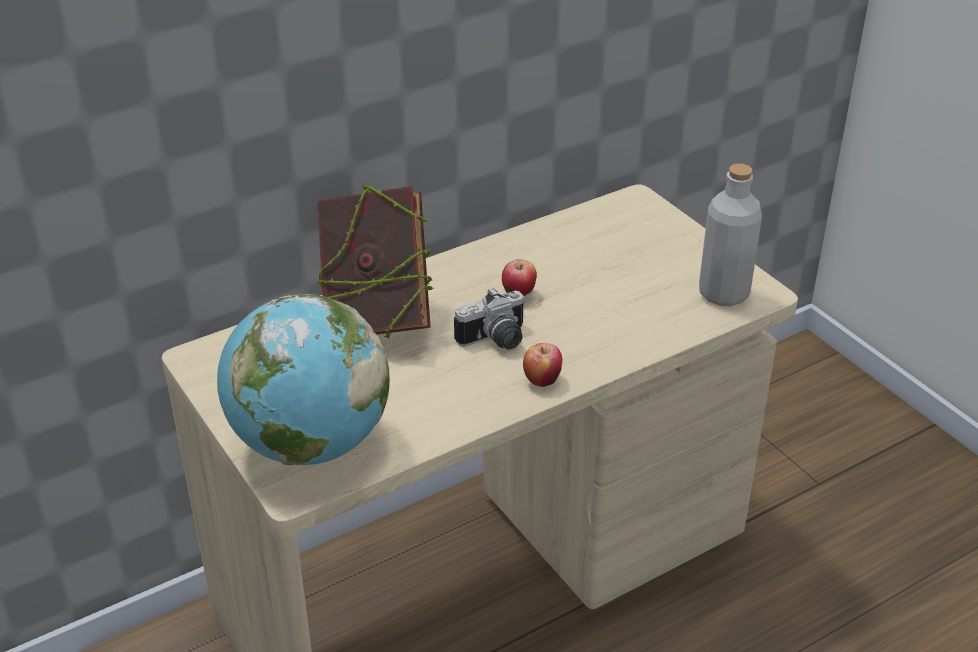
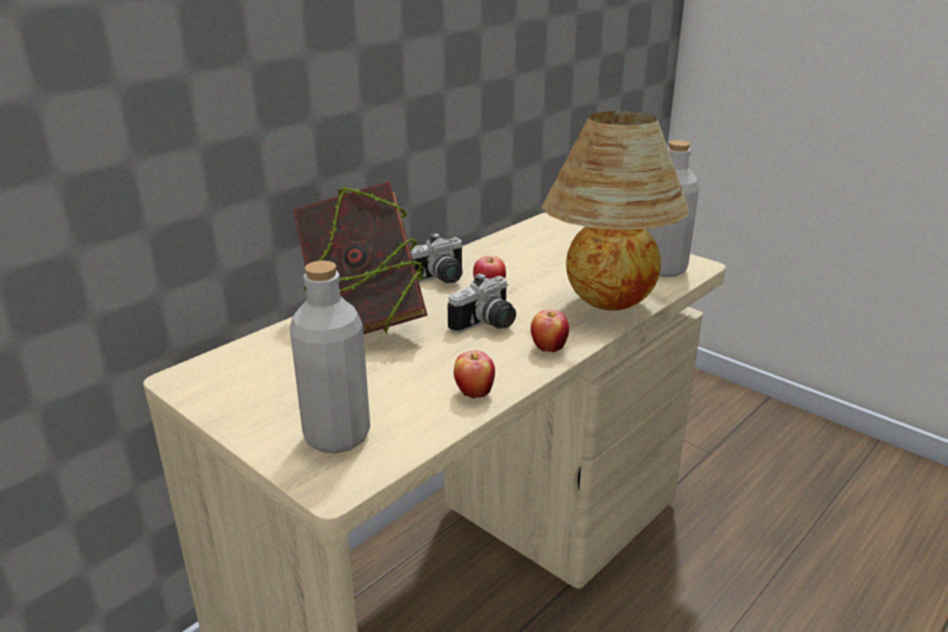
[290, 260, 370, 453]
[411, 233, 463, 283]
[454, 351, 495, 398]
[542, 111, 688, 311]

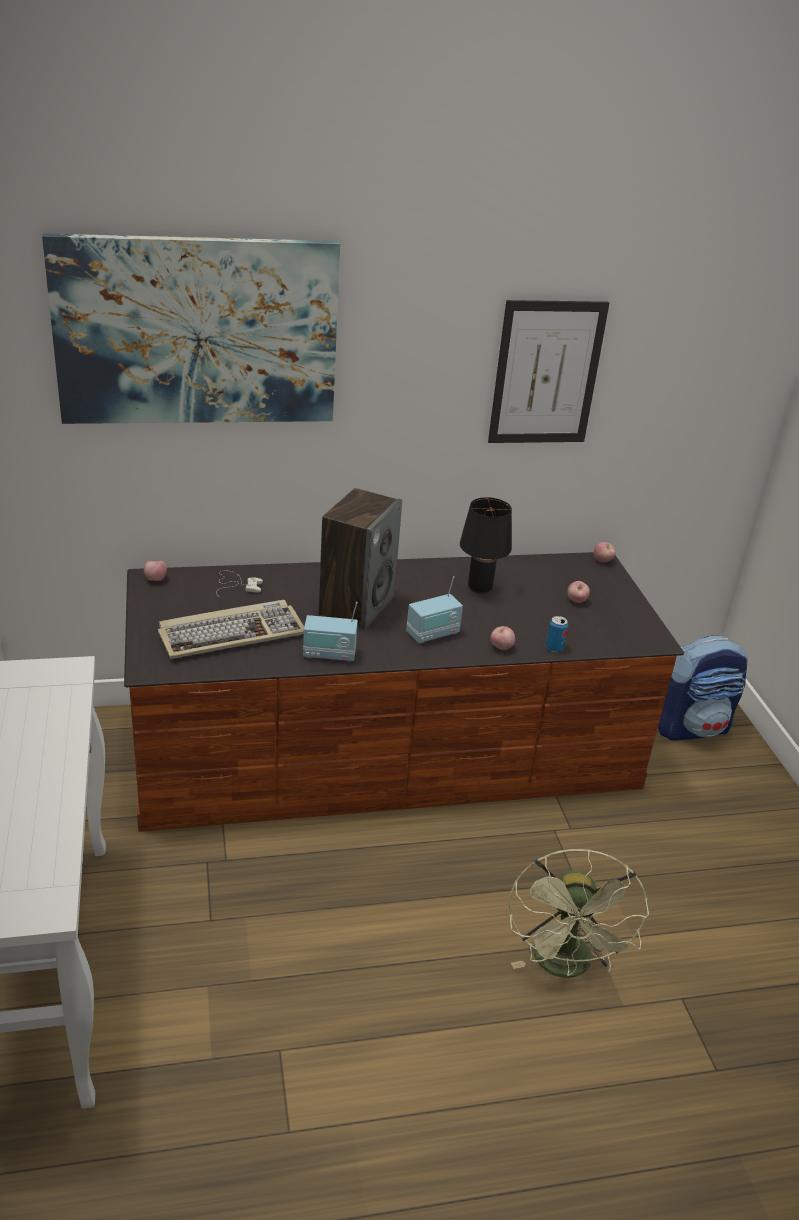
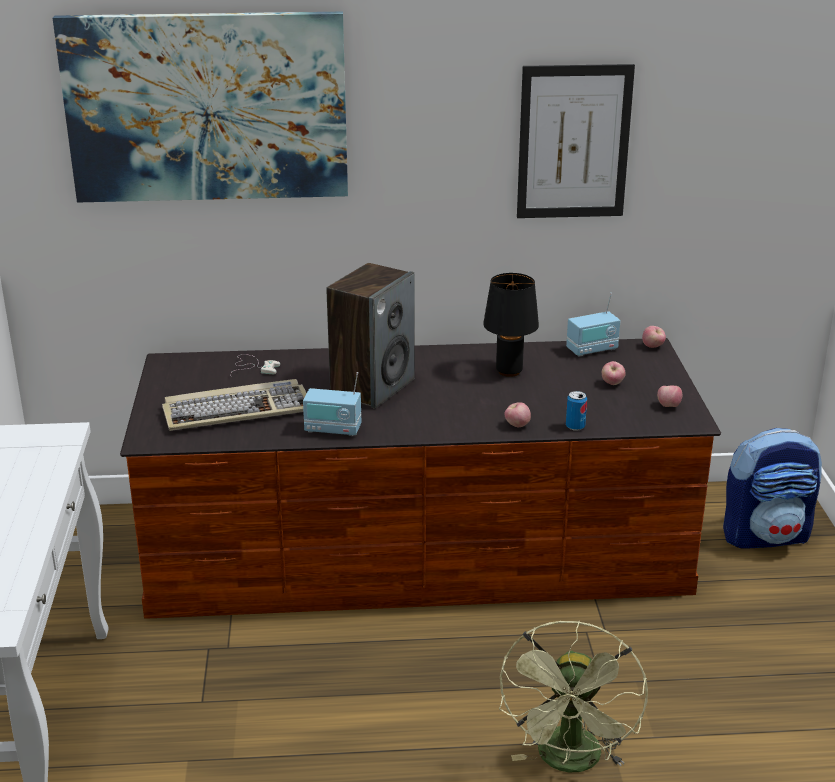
[657, 385, 682, 407]
[566, 293, 620, 357]

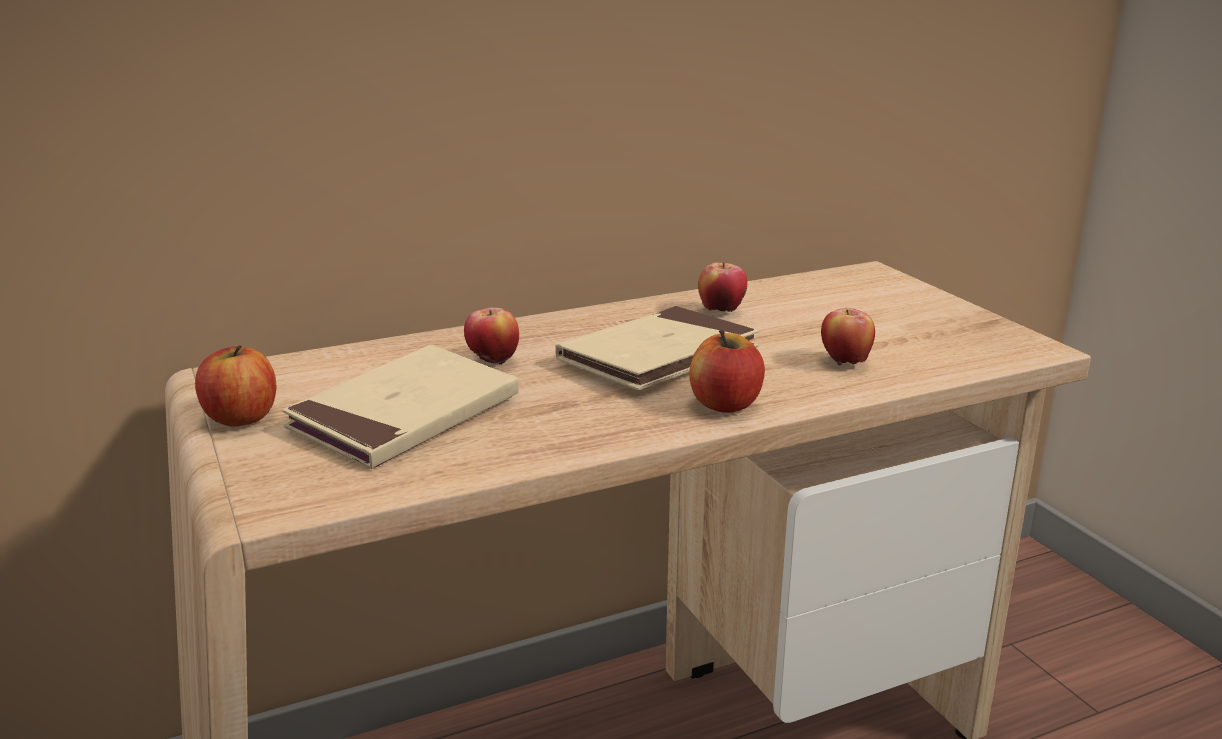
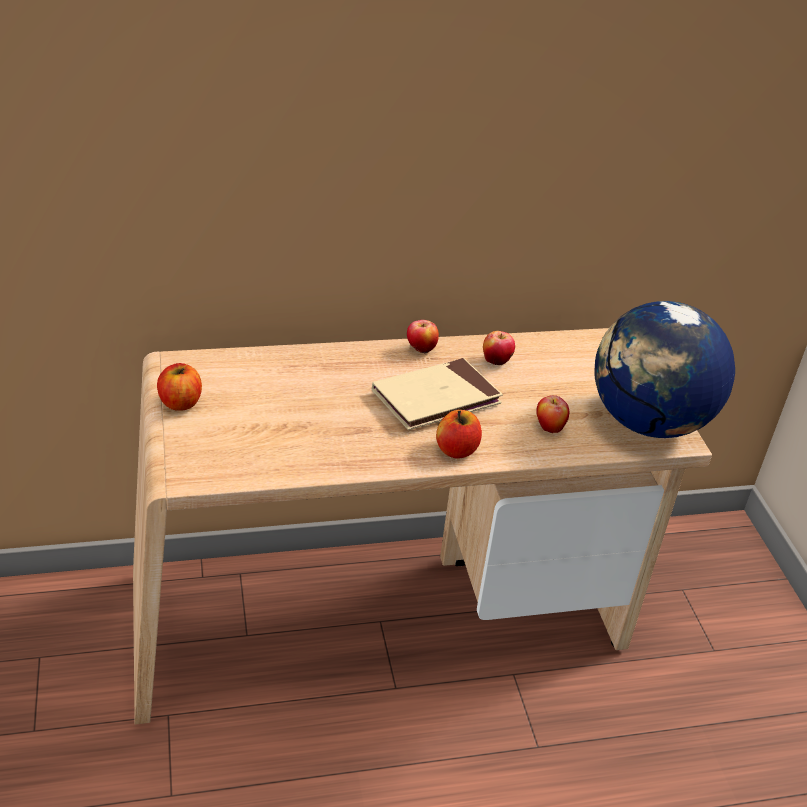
[282, 345, 519, 469] (first image)
[407, 320, 439, 354]
[594, 301, 735, 438]

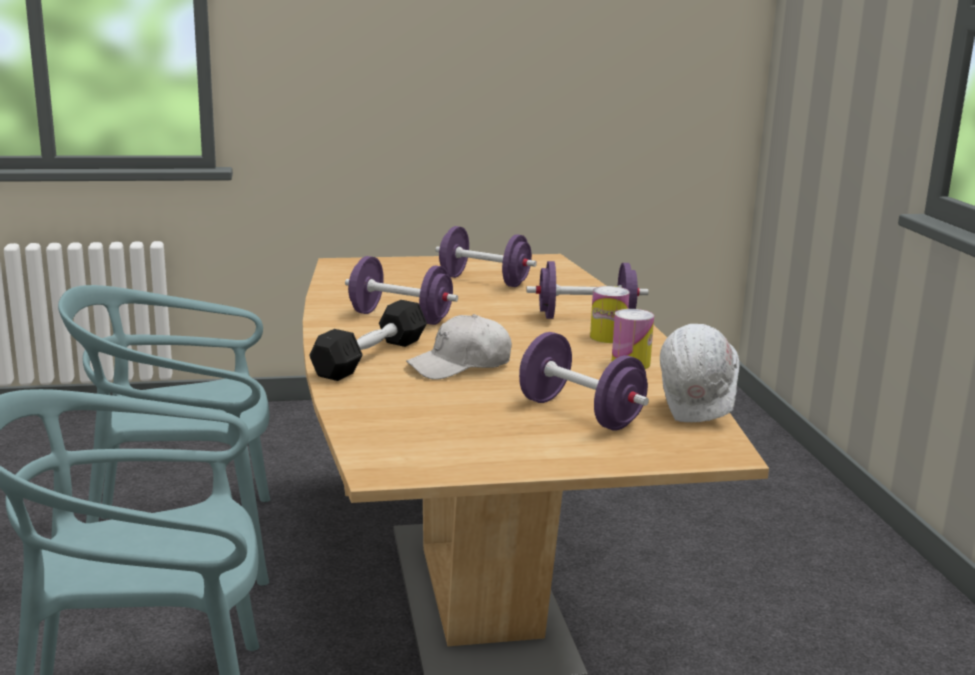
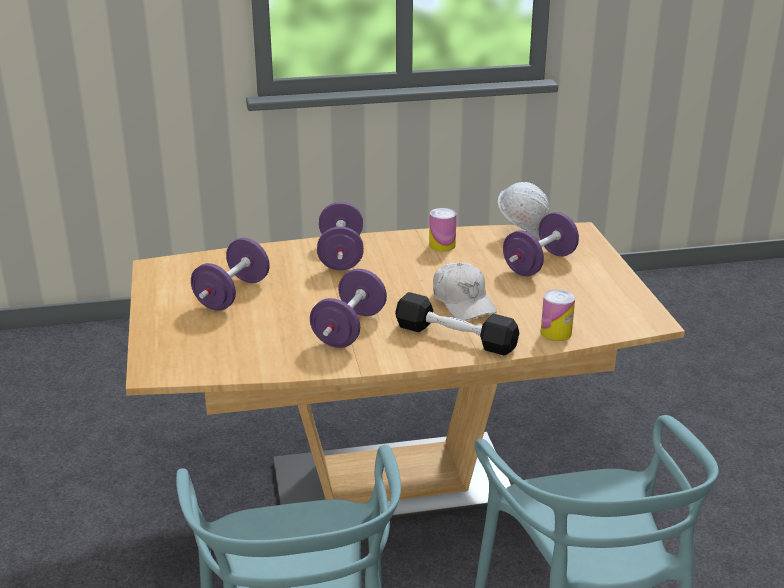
[541, 289, 575, 341]

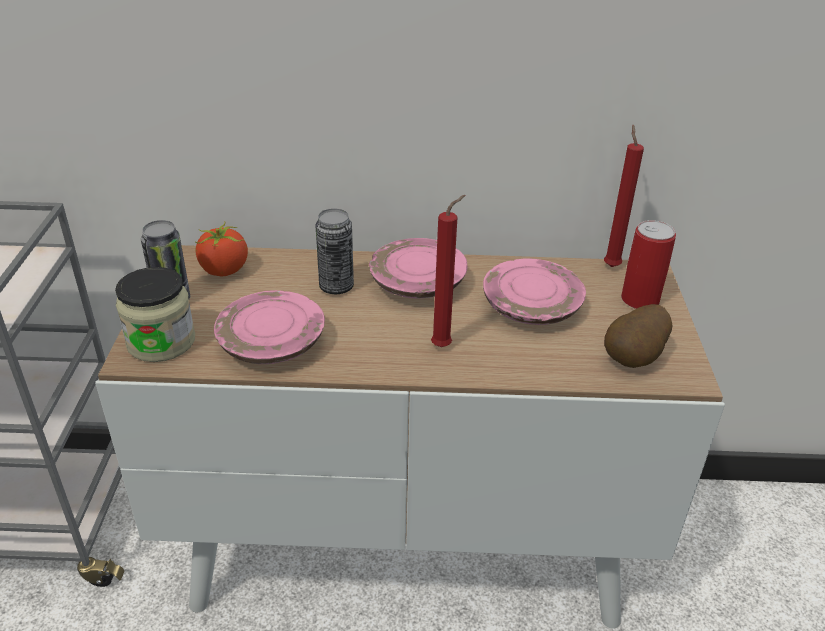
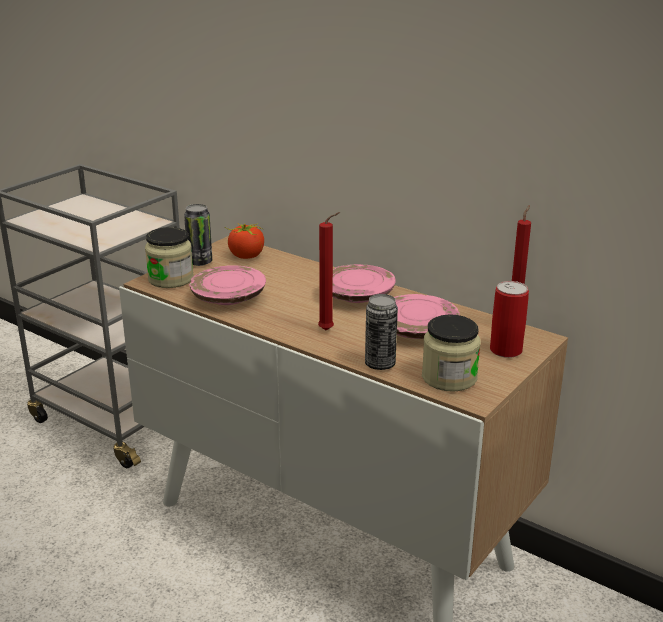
[365, 294, 398, 370]
[422, 314, 481, 392]

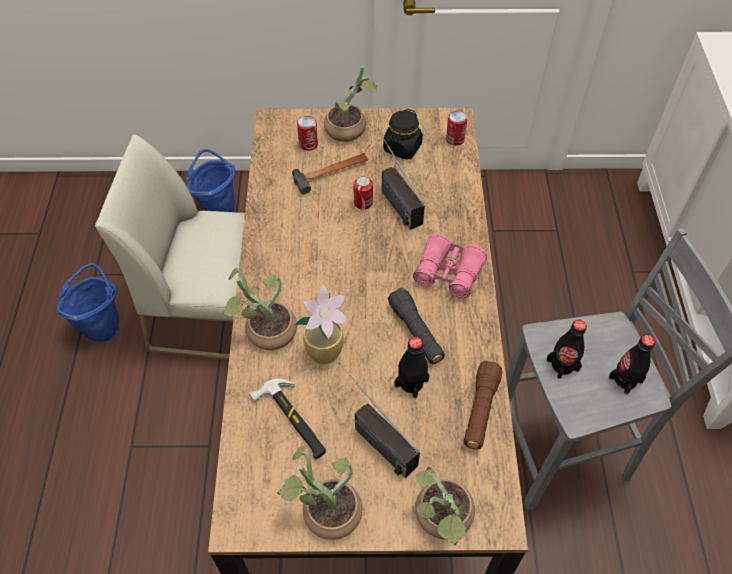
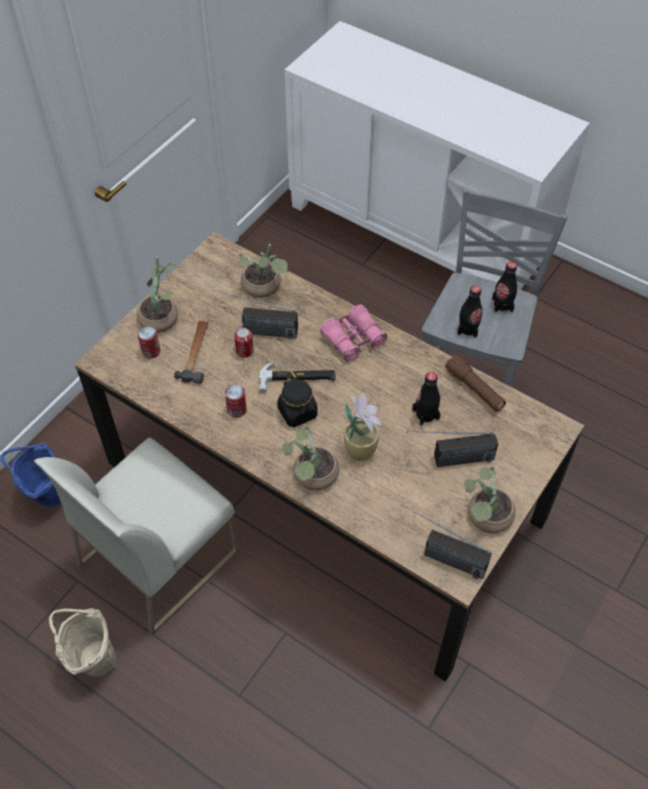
[49, 608, 116, 677]
[259, 362, 335, 393]
[277, 377, 318, 427]
[388, 288, 445, 364] (first image)
[238, 244, 288, 298]
[225, 384, 247, 418]
[401, 504, 492, 579]

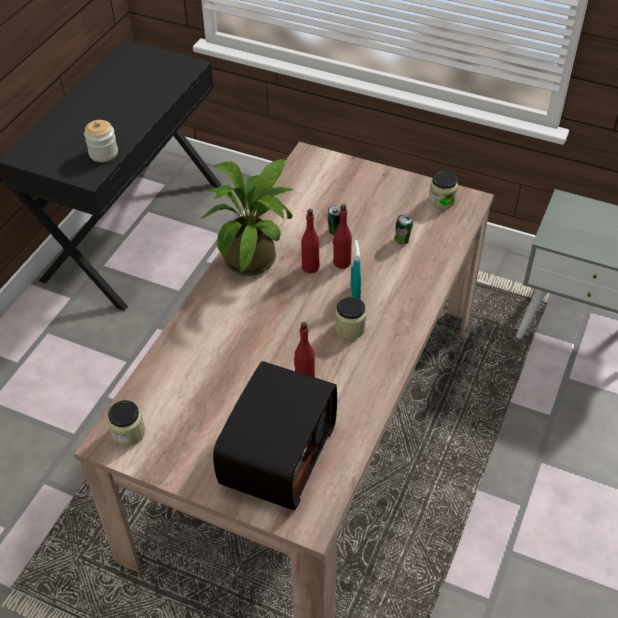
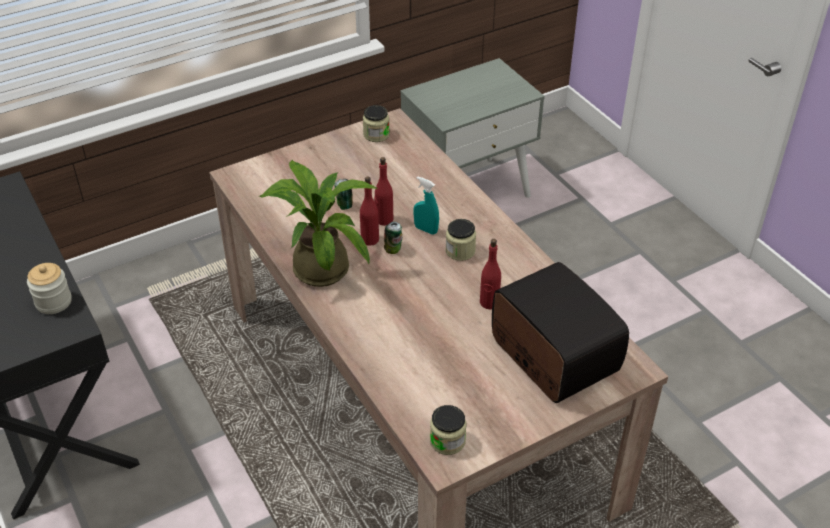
[384, 222, 402, 254]

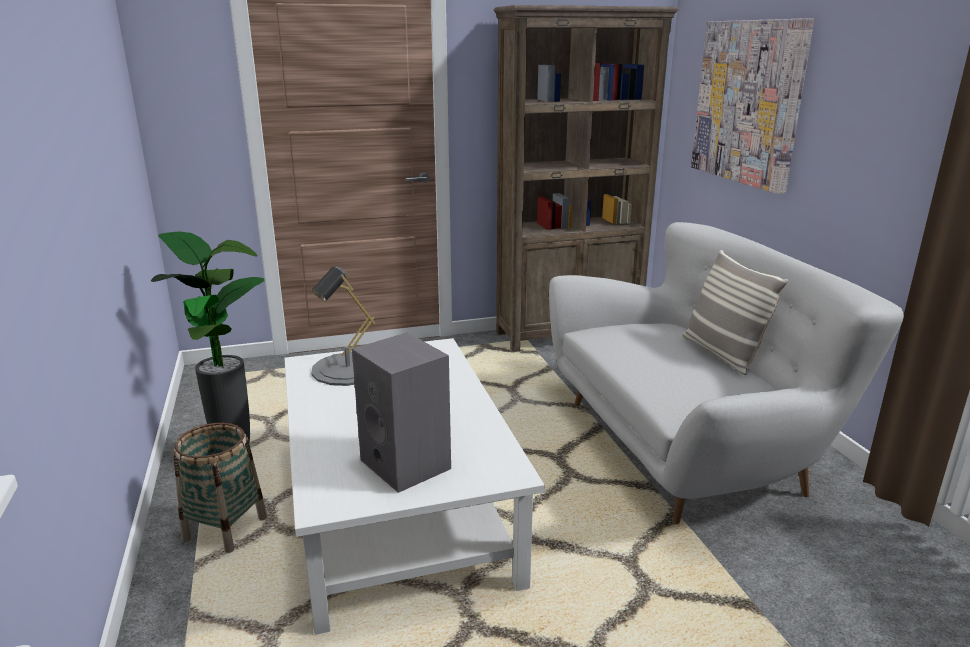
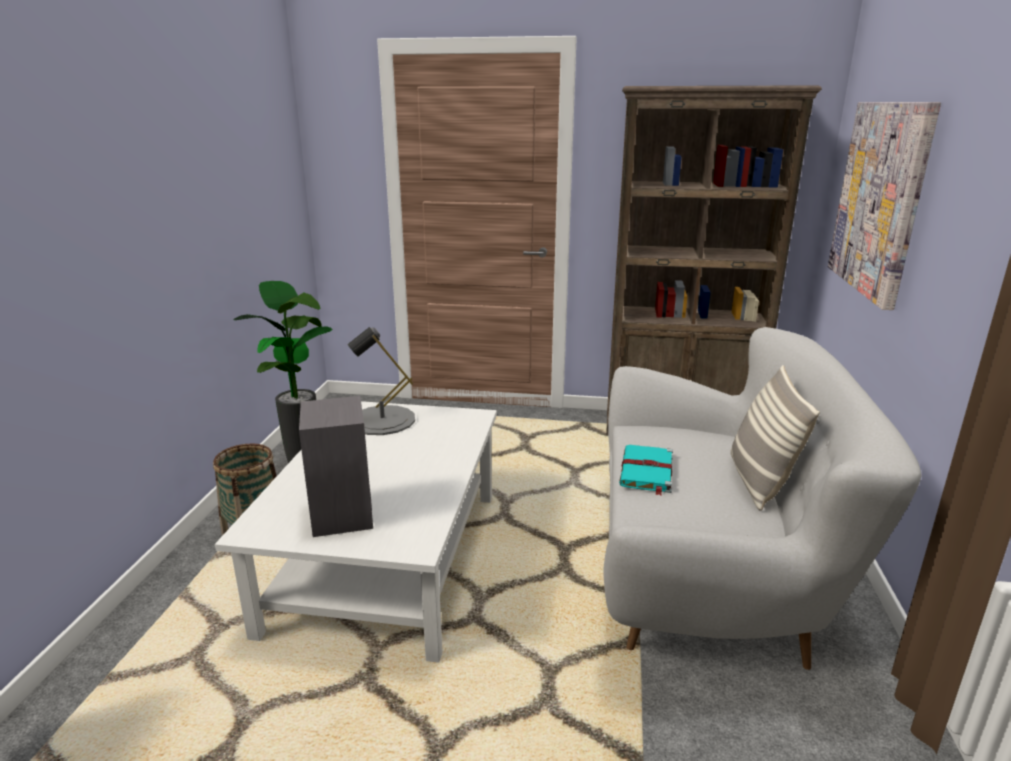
[619, 445, 673, 495]

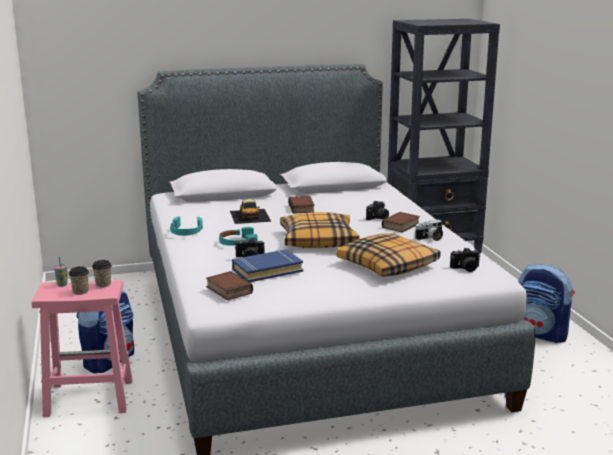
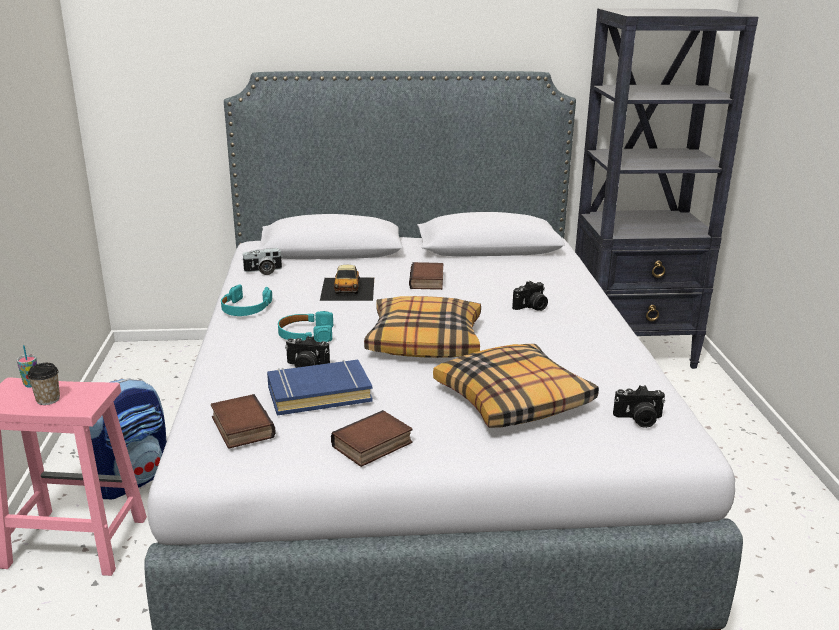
[92, 260, 112, 288] (first image)
[331, 410, 413, 467]
[243, 248, 283, 275]
[518, 264, 575, 343] (first image)

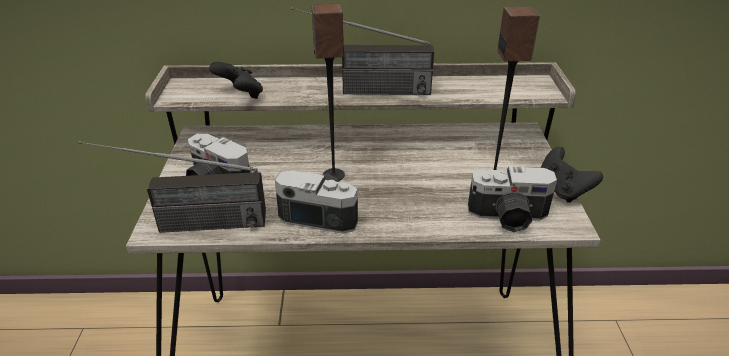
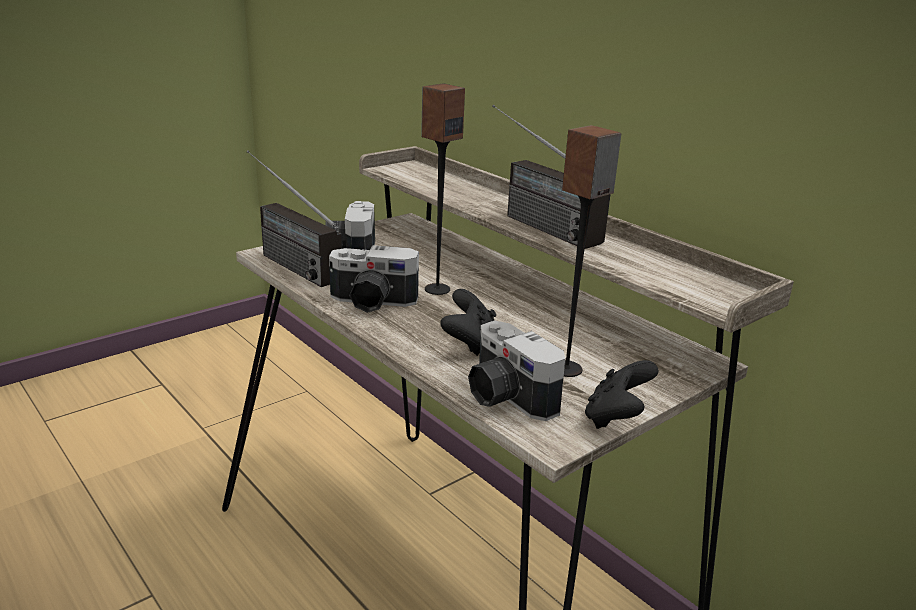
[440, 289, 496, 356]
[329, 245, 419, 313]

